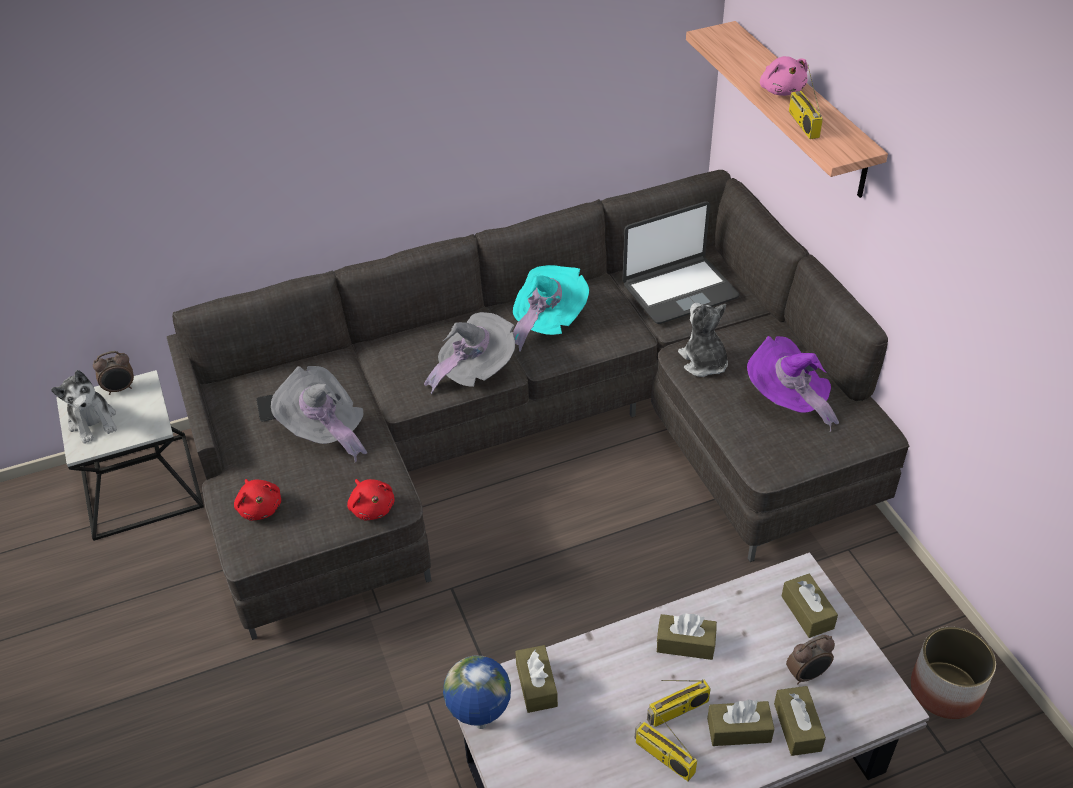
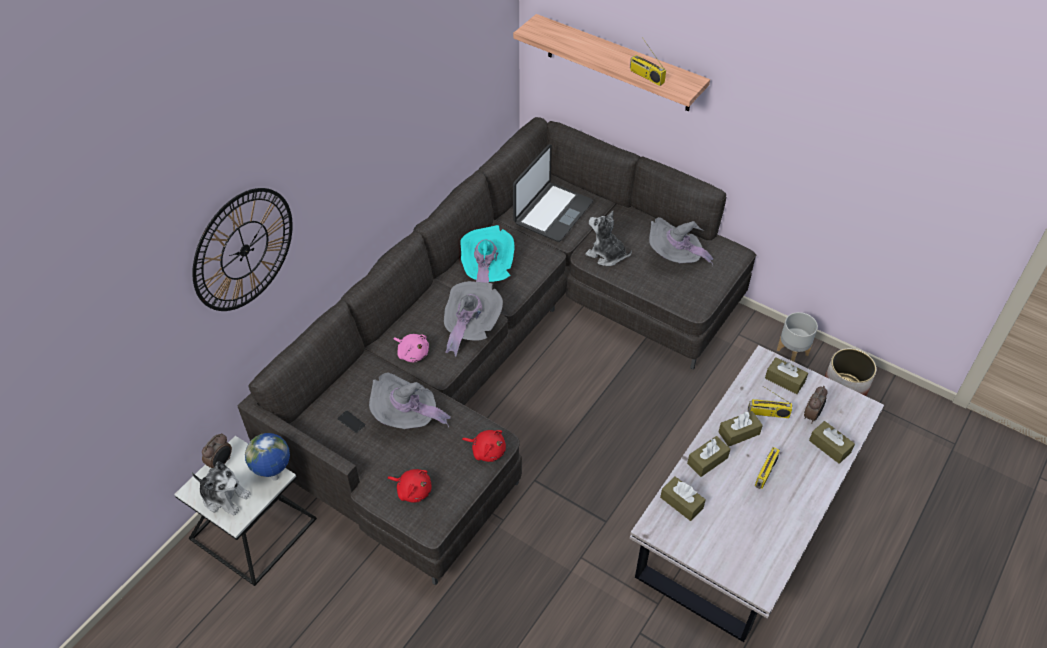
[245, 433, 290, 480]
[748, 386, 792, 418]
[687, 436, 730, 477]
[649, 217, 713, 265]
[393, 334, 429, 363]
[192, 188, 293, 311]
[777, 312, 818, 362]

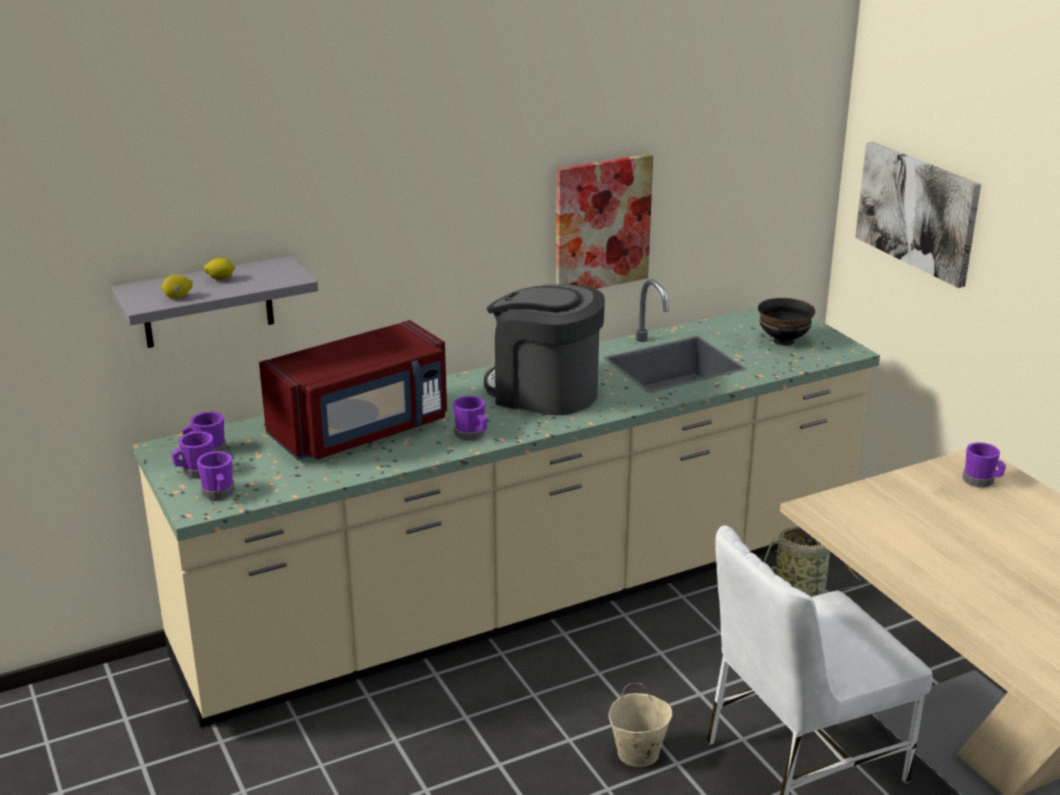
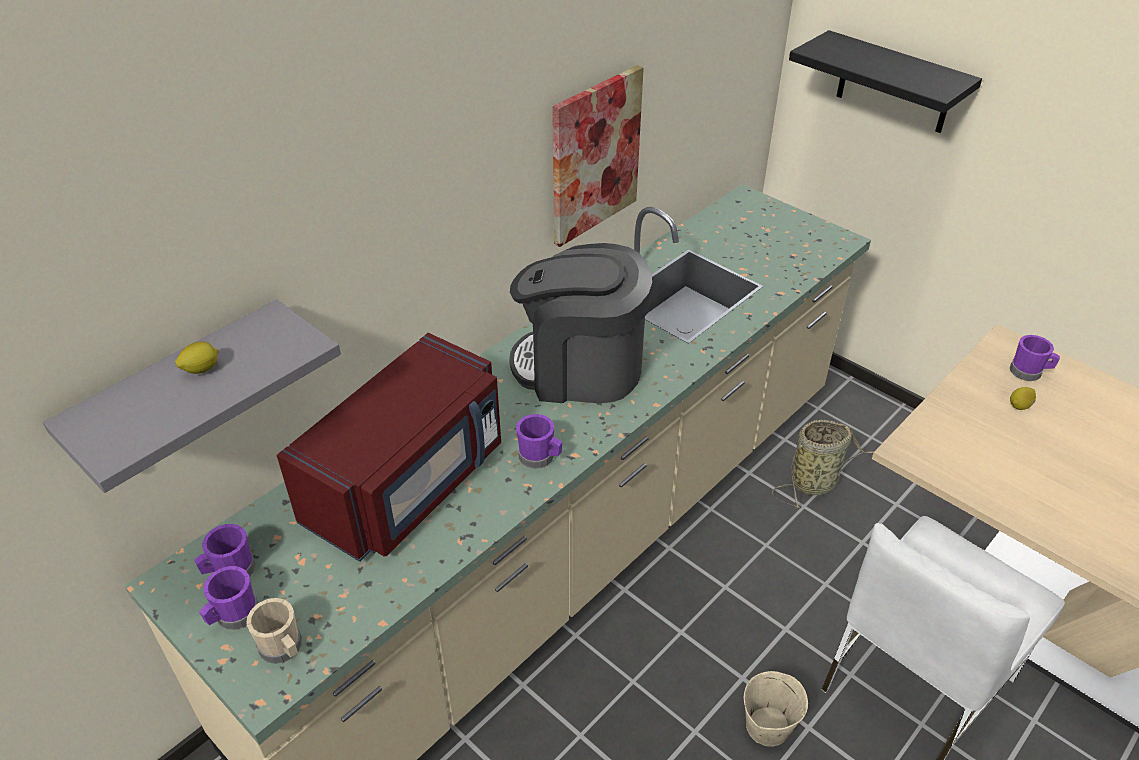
[1010, 387, 1036, 410]
[246, 598, 302, 664]
[758, 298, 816, 346] (first image)
[789, 30, 982, 133]

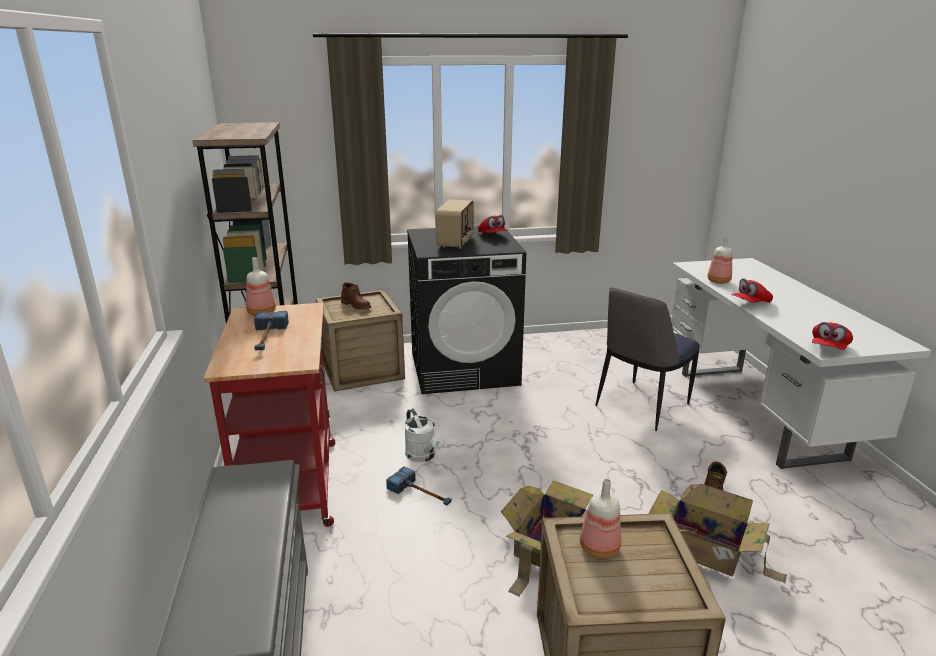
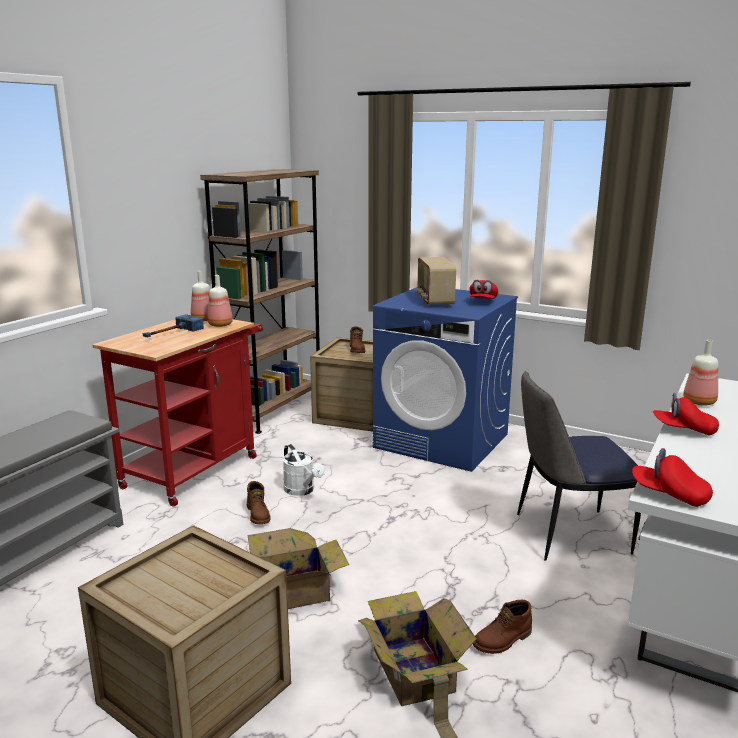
[247, 481, 271, 524]
[283, 444, 325, 496]
[373, 287, 518, 472]
[416, 257, 456, 306]
[207, 275, 233, 327]
[632, 448, 713, 507]

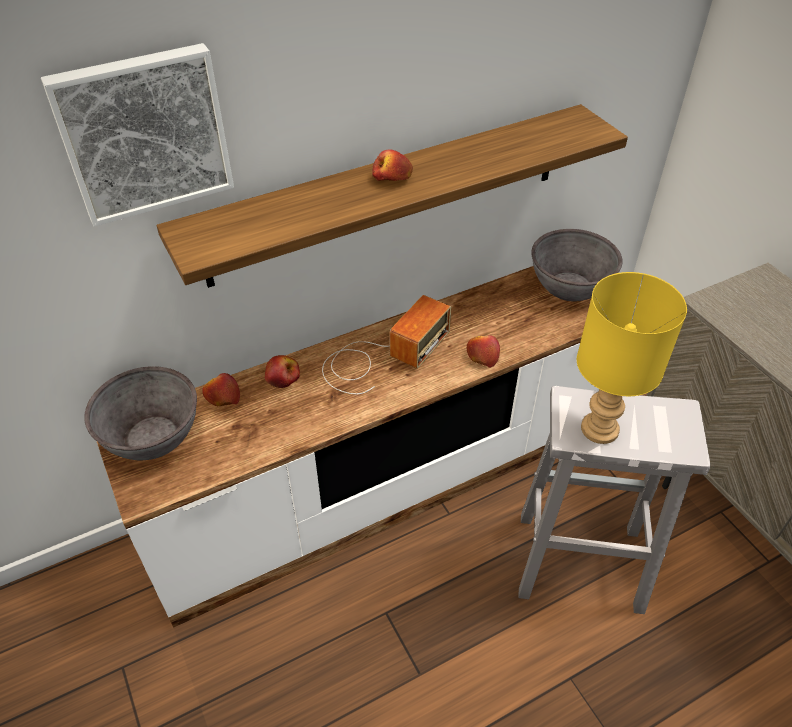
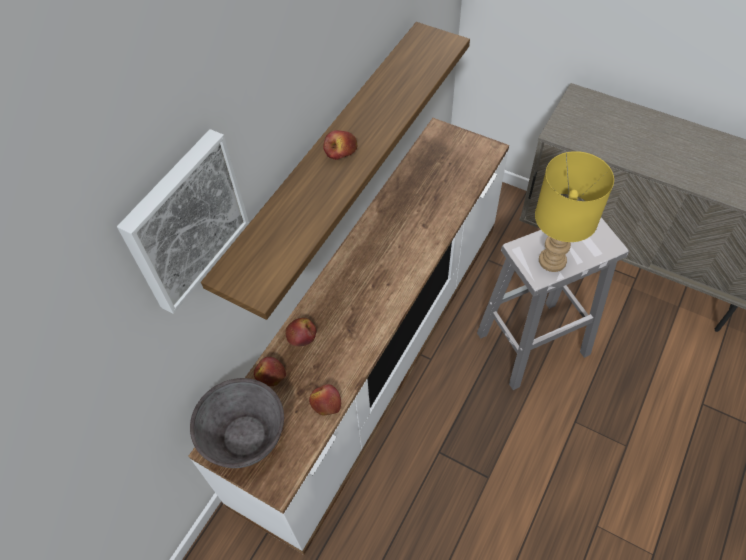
[322, 295, 451, 394] (first image)
[309, 384, 341, 416]
[531, 229, 623, 301] (first image)

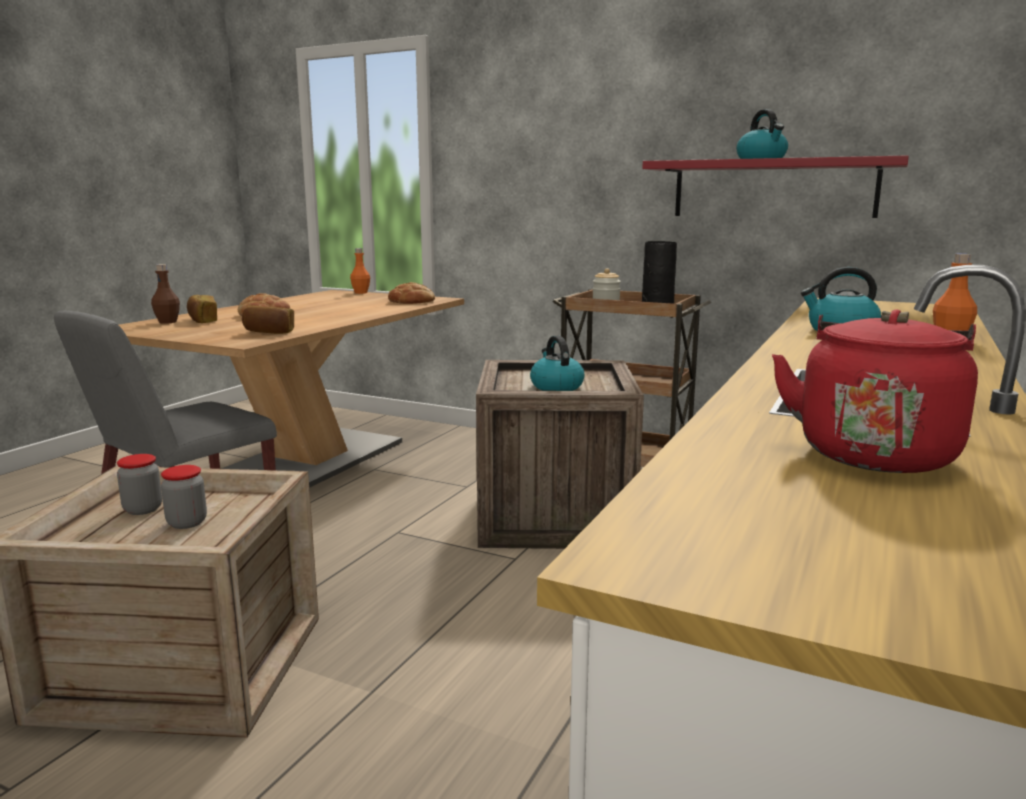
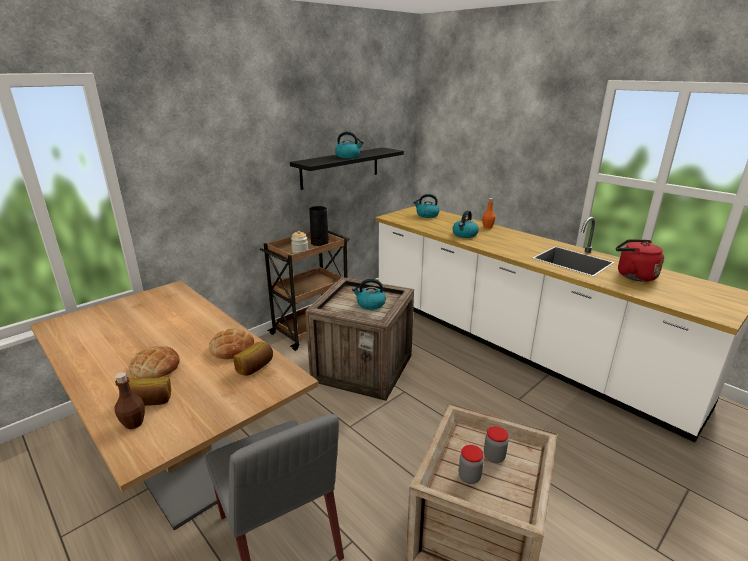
[350, 248, 370, 294] (first image)
[209, 329, 254, 359]
[290, 147, 404, 190]
[413, 194, 439, 218]

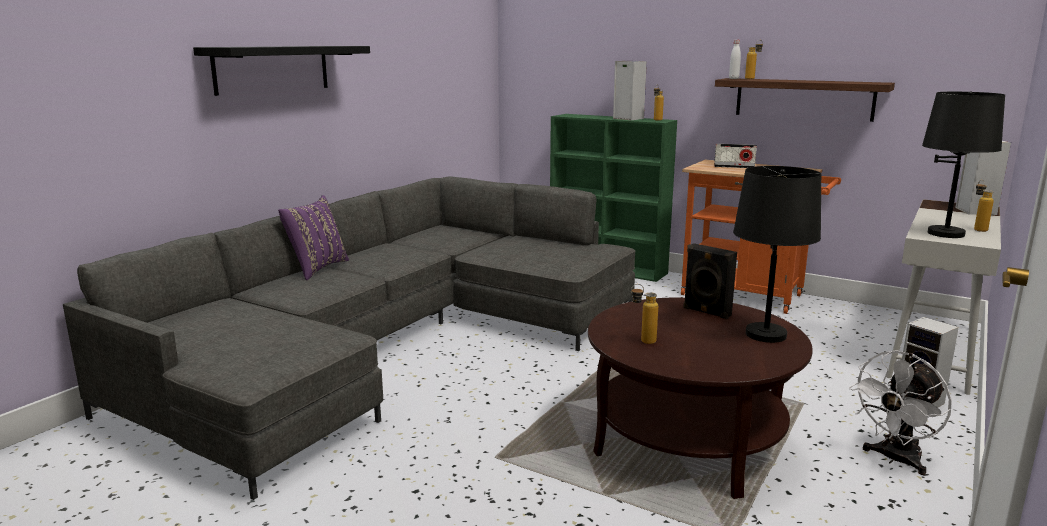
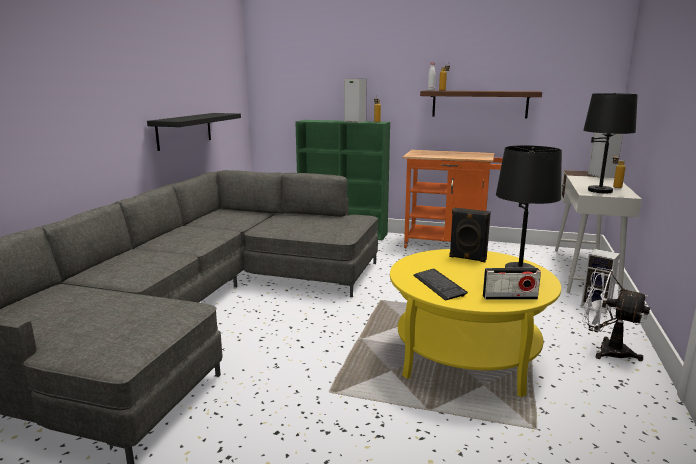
[147, 113, 241, 151]
[278, 195, 349, 280] (first image)
[390, 249, 561, 397]
[413, 269, 468, 301]
[483, 268, 541, 300]
[582, 267, 650, 361]

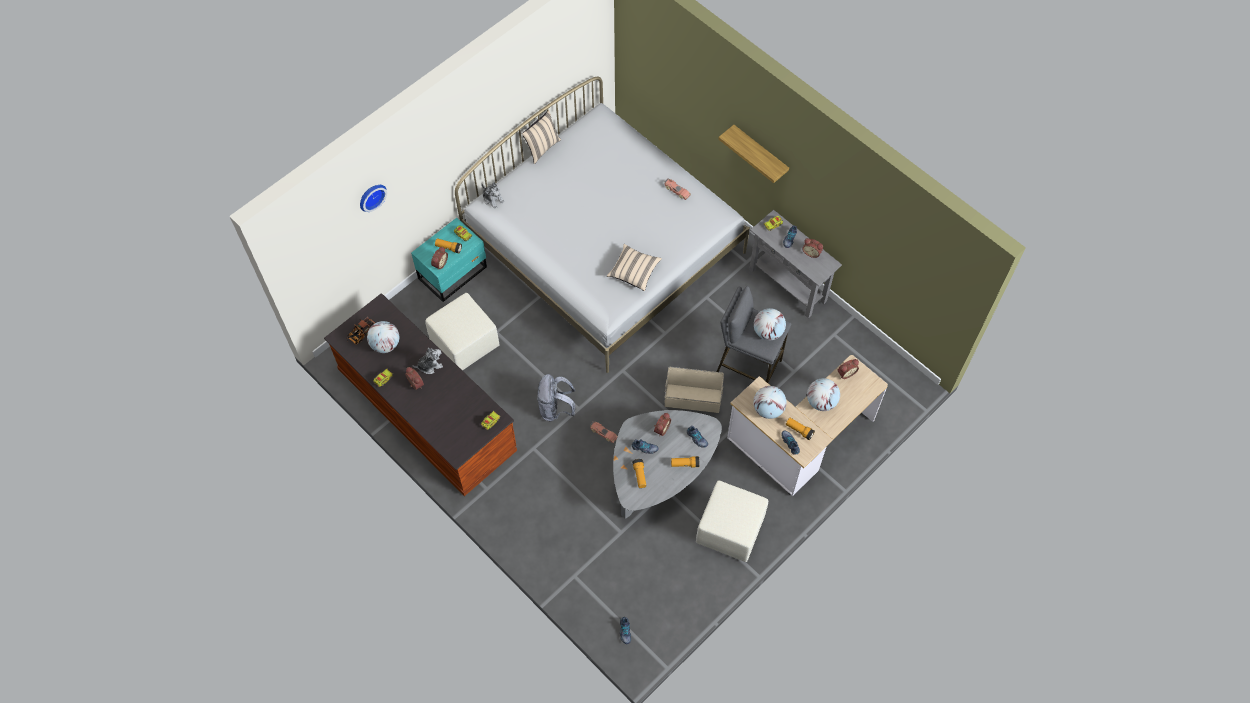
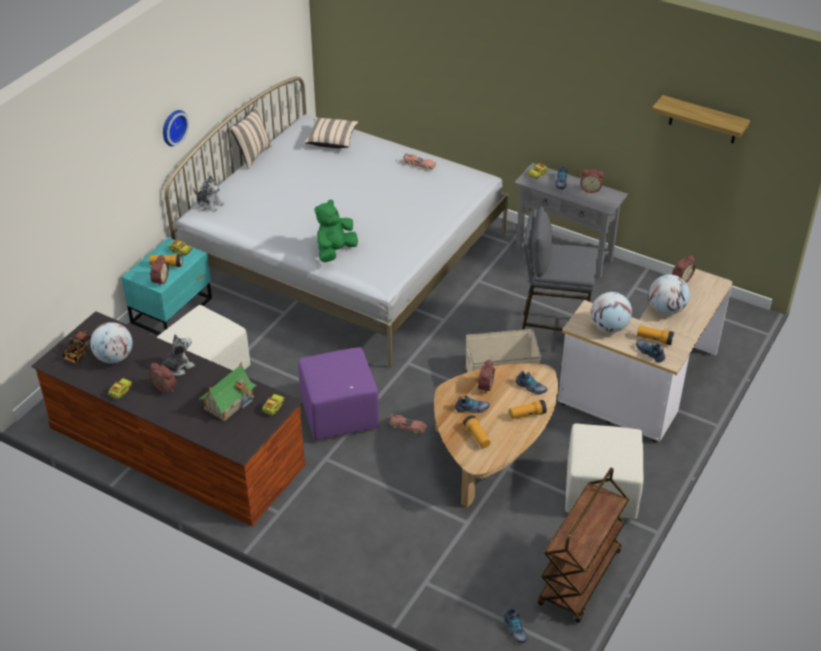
[163, 110, 189, 146]
[298, 347, 379, 440]
[305, 117, 358, 148]
[434, 363, 558, 507]
[652, 95, 750, 143]
[754, 308, 786, 340] (first image)
[198, 362, 257, 421]
[315, 199, 358, 262]
[538, 468, 629, 623]

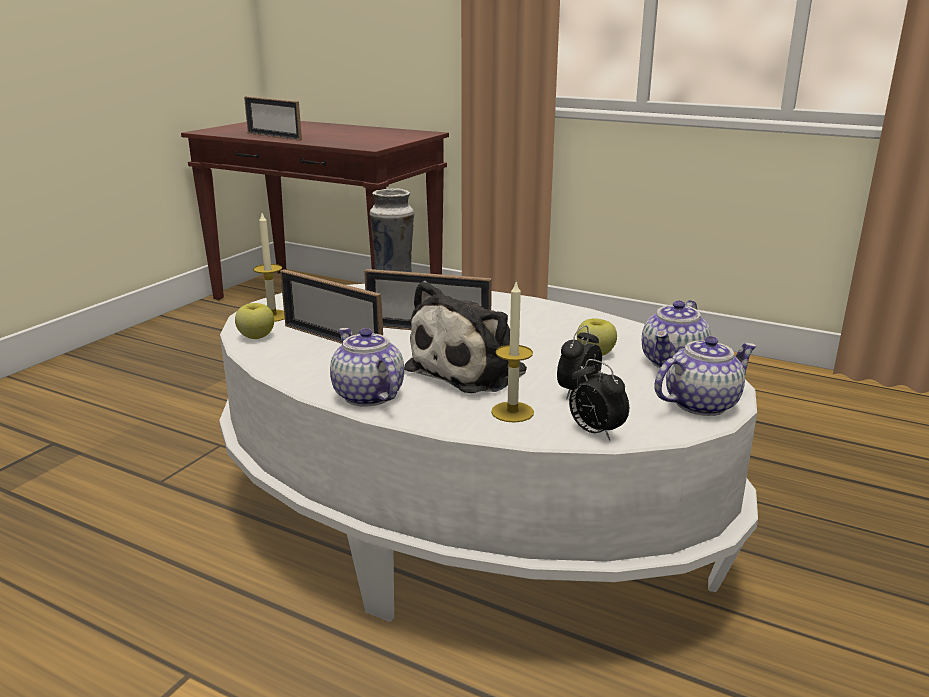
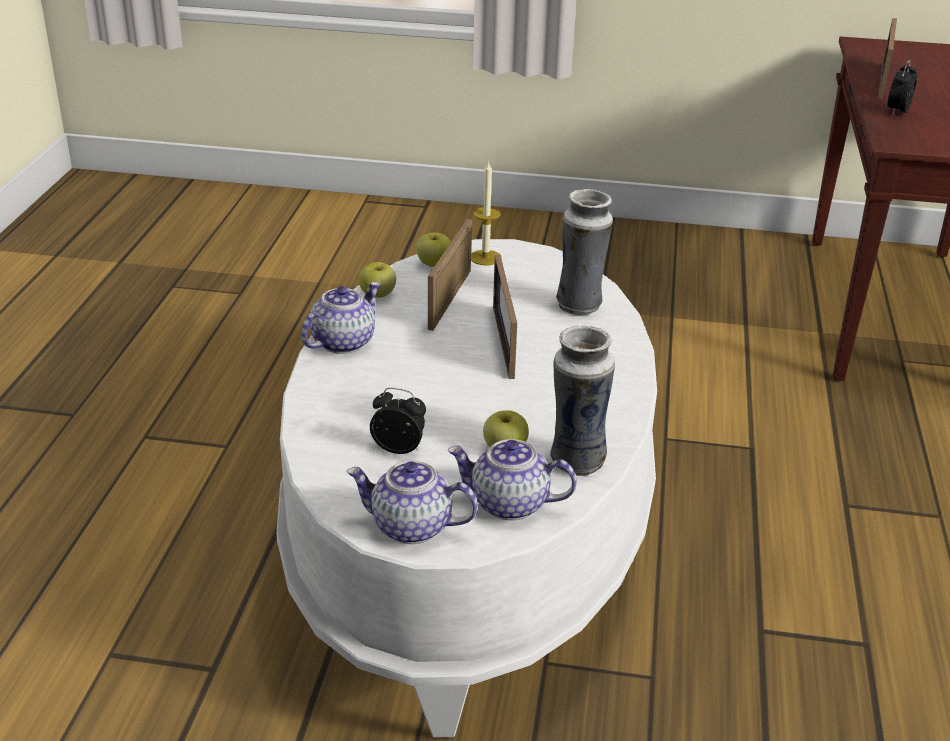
[404, 281, 527, 393] (first image)
[491, 282, 534, 423] (first image)
[887, 60, 917, 116]
[346, 461, 478, 544]
[359, 262, 396, 298]
[550, 325, 615, 476]

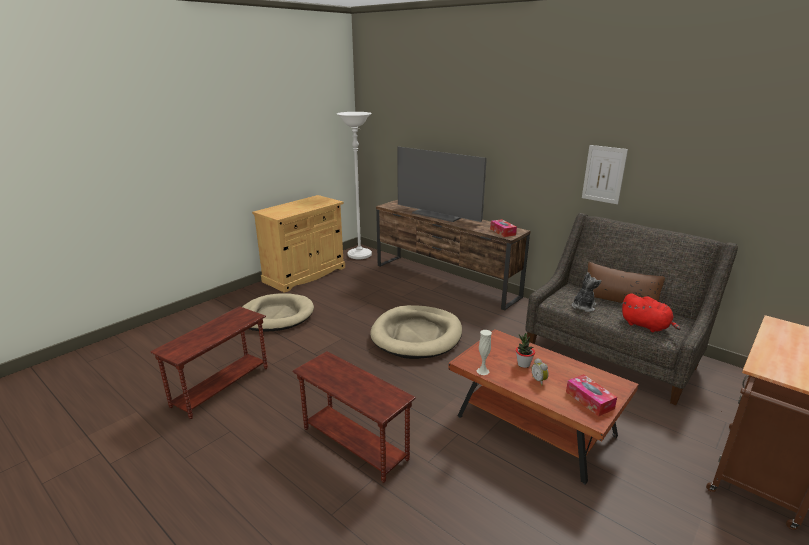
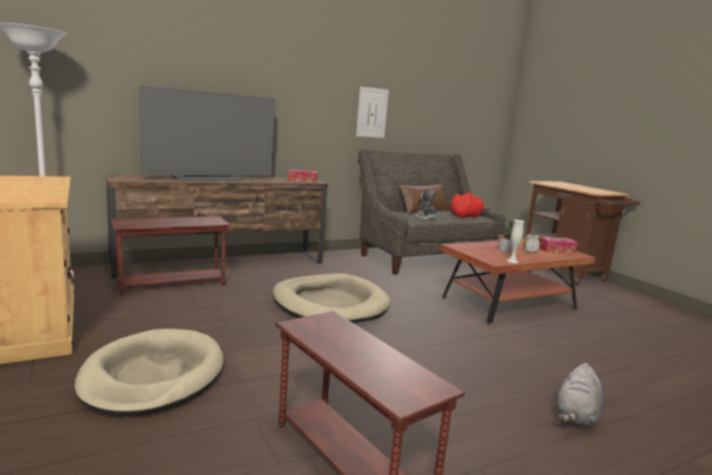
[111, 216, 230, 295]
[557, 363, 603, 429]

